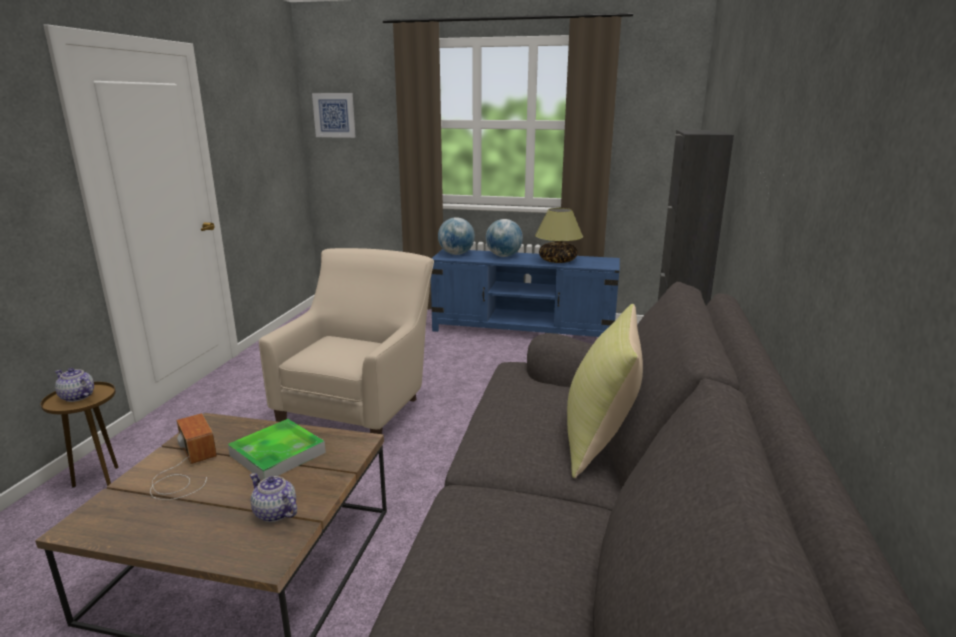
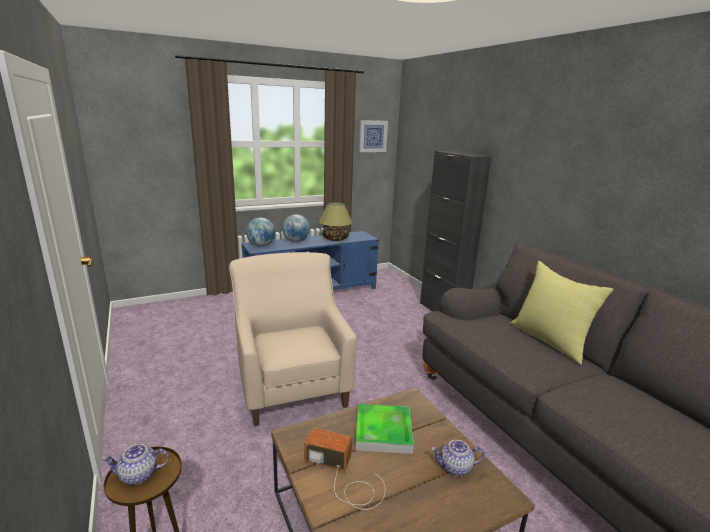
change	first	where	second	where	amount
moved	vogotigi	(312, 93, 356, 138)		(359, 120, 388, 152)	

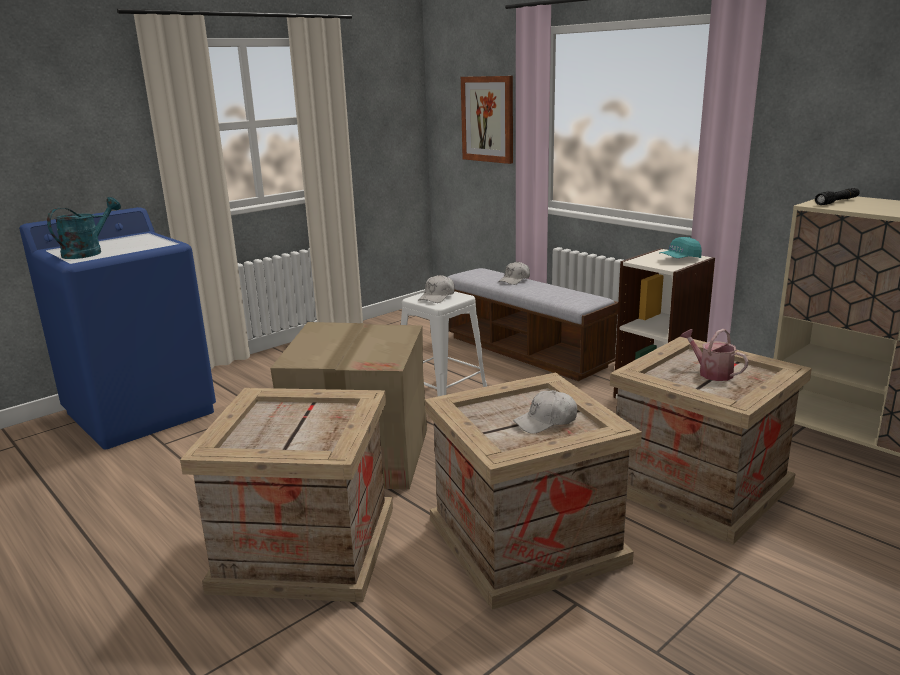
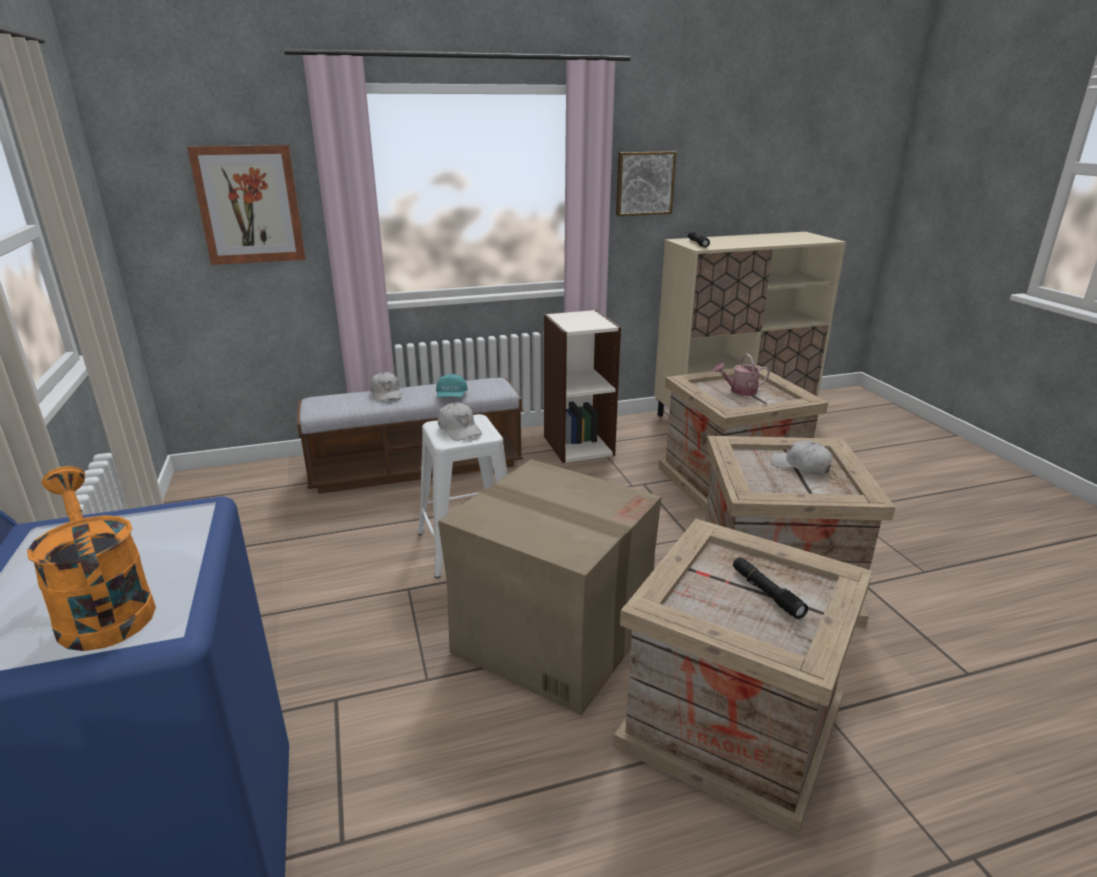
change	first	where	second	where	amount
recoloured	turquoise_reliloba	(47, 197, 121, 259)	orange_reliloba	(27, 466, 156, 651)	
moved	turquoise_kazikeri	(660, 237, 702, 258)		(436, 374, 468, 397)	
added			vogotigi	(616, 151, 677, 216)	
added			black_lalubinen	(733, 557, 808, 619)	
turned	white_kazikeri	(513, 390, 577, 434)		(771, 440, 833, 475)	120 degrees clockwise

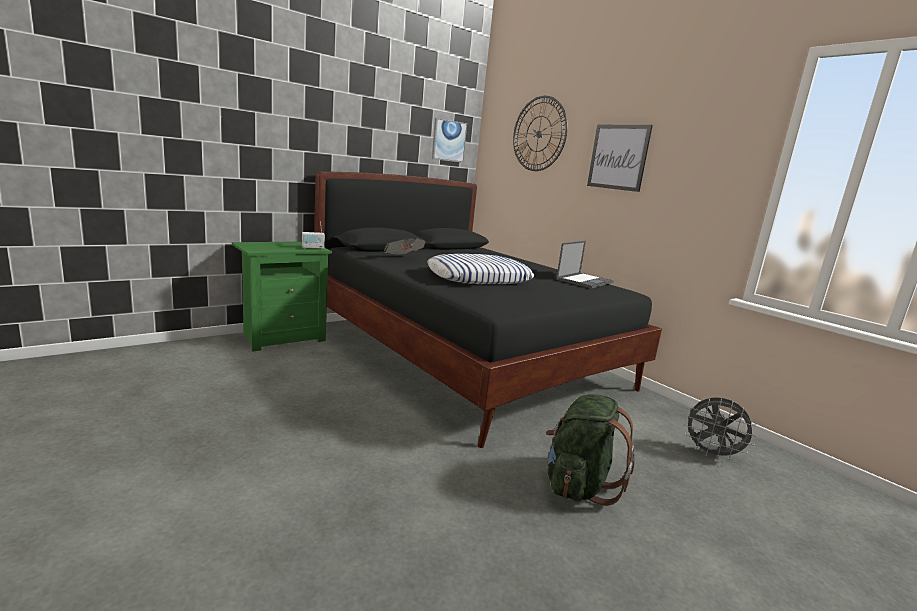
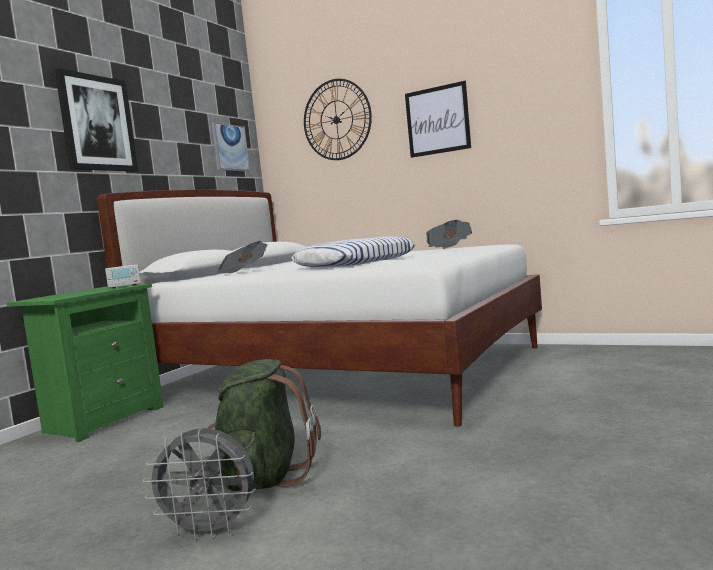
change	first	where	second	where	amount
added			vogotigi	(55, 68, 138, 171)	
recoloured	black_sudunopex	(314, 171, 662, 448)	white_sudunopex	(97, 190, 542, 426)	
moved	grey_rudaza	(683, 398, 757, 460)		(143, 428, 255, 540)	
moved	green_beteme	(546, 394, 635, 506)		(208, 359, 321, 491)	
replaced	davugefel	(556, 241, 614, 289)	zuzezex	(426, 220, 472, 248)	

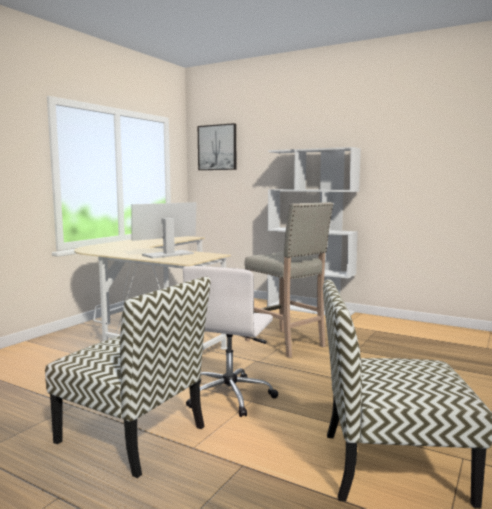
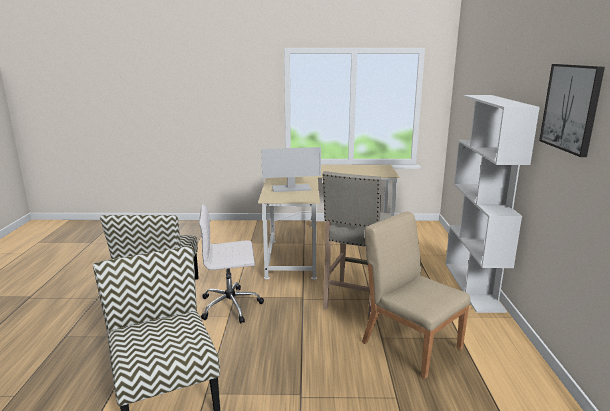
change	first	where	second	where	amount
turned	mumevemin	(131, 202, 197, 259)		(261, 147, 321, 192)	150 degrees clockwise
added			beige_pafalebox	(362, 212, 470, 379)	
moved	vogotigi	(198, 123, 236, 170)		(539, 64, 605, 157)	

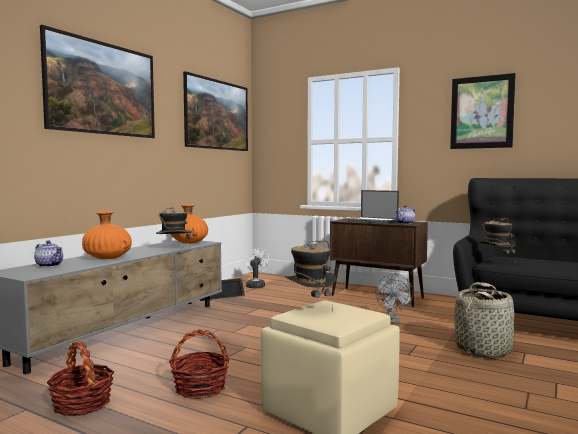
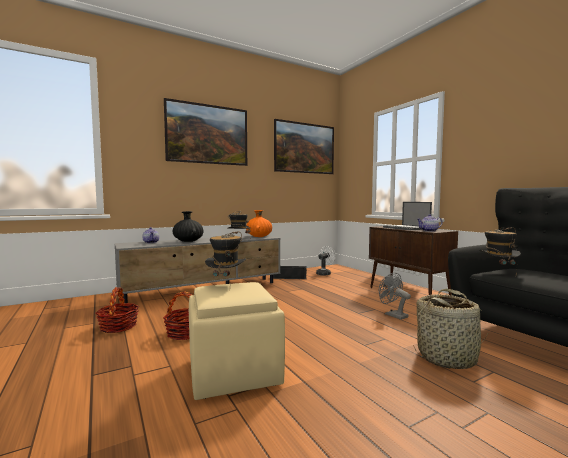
change	first	where	second	where	amount
recoloured	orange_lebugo	(82, 211, 132, 259)	black_lebugo	(173, 211, 203, 242)	
turned	grey_rudaza	(376, 274, 413, 323)		(379, 272, 411, 320)	120 degrees clockwise
removed	vogotigi	(450, 73, 516, 149)			

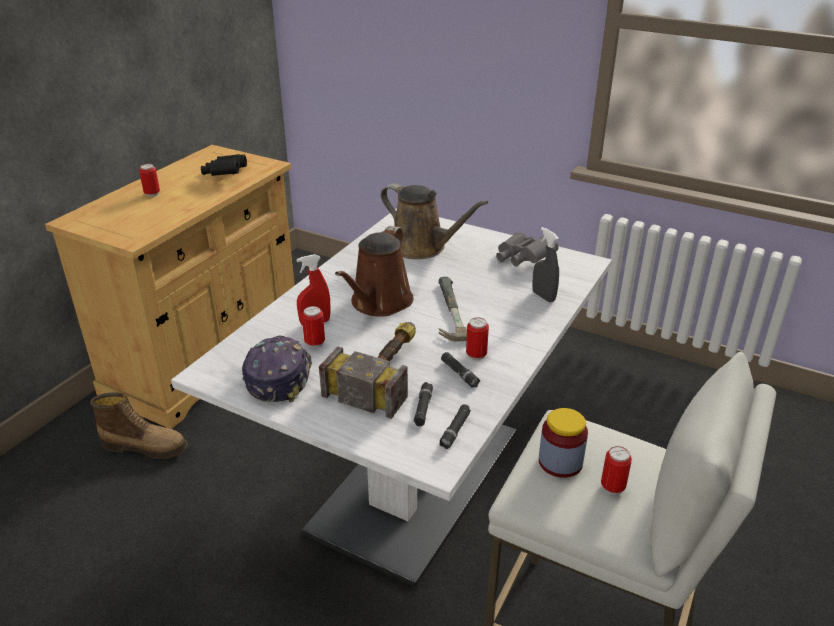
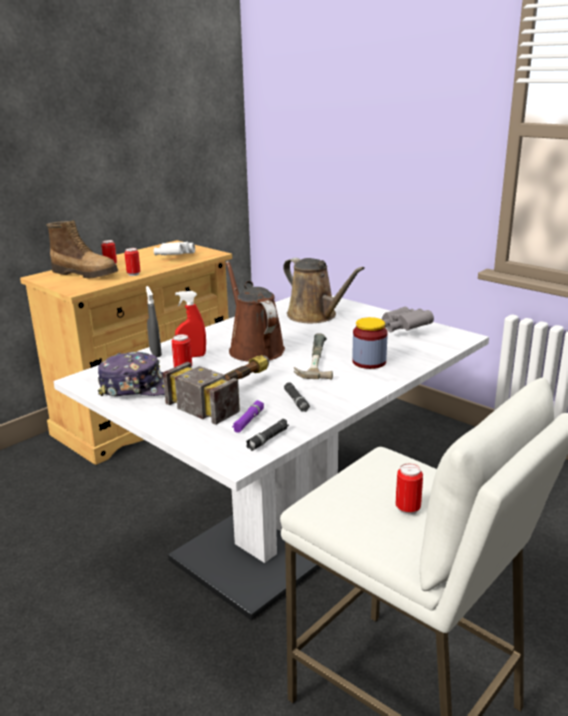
change	first	where	second	where	amount
moved	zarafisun	(90, 392, 188, 459)		(47, 220, 118, 278)	
turned	kazikeri	(242, 336, 312, 402)		(98, 352, 165, 396)	75 degrees clockwise
moved	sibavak	(466, 318, 489, 360)		(124, 248, 140, 276)	
moved	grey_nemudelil	(532, 227, 559, 303)		(146, 286, 162, 357)	
recoloured	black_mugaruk	(201, 154, 247, 176)	white_mugaruk	(154, 242, 195, 256)	
turned	brown_reliloba	(335, 226, 413, 317)		(226, 261, 285, 362)	120 degrees clockwise
recoloured	black_lalubinen	(413, 382, 433, 426)	purple_lalubinen	(232, 400, 264, 433)	
moved	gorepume	(539, 408, 588, 478)		(352, 317, 388, 369)	

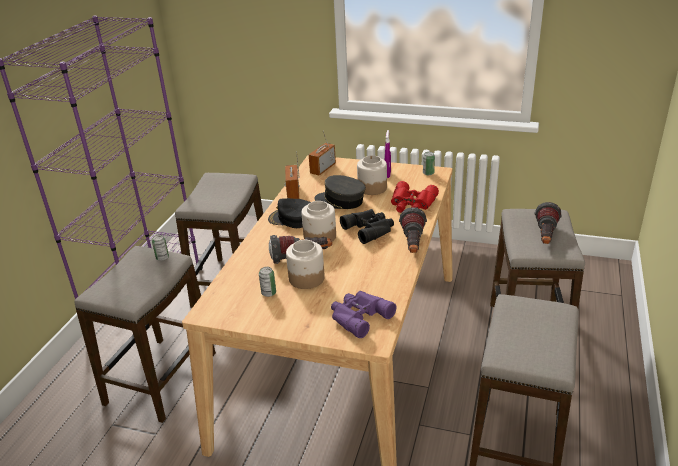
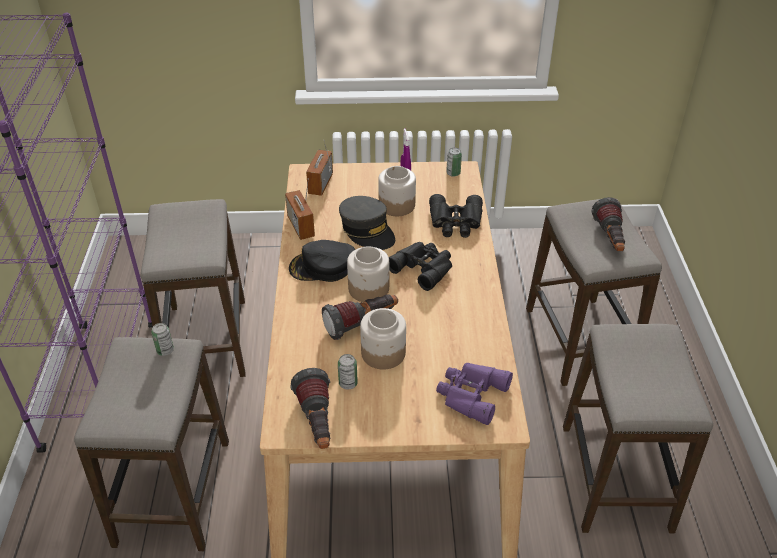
change	first	where	second	where	amount
moved	lalubinen	(399, 207, 427, 253)		(290, 368, 330, 449)	
turned	grey_kazikeri	(314, 175, 366, 209)		(339, 196, 395, 250)	135 degrees counterclockwise
recoloured	red_mugaruk	(391, 181, 439, 213)	black_mugaruk	(429, 194, 483, 238)	

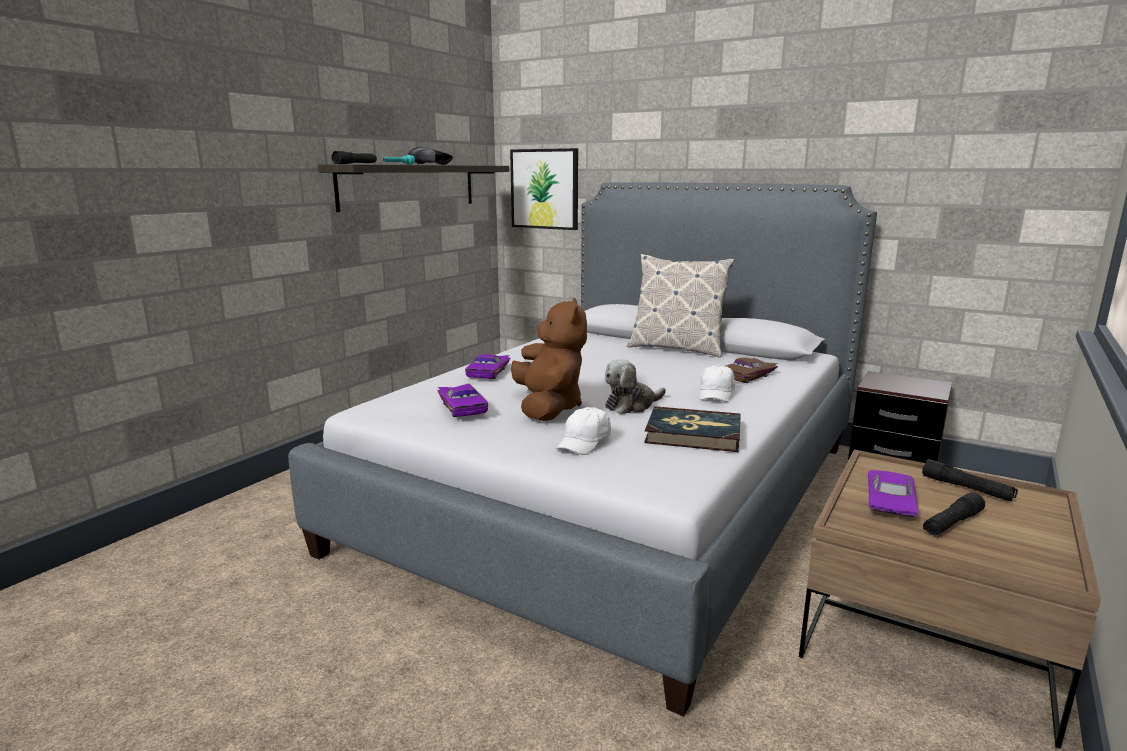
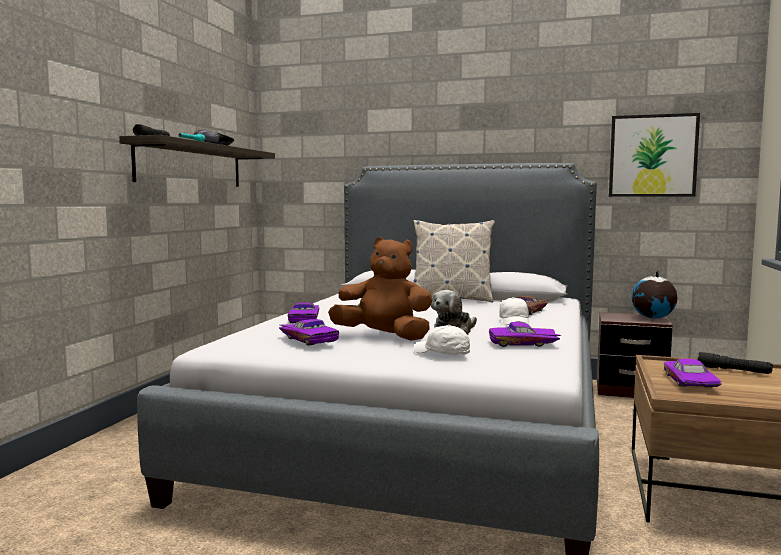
change	first	where	second	where	amount
turned	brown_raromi	(511, 297, 587, 421)		(328, 237, 433, 341)	45 degrees counterclockwise
turned	white_kazikeri	(556, 407, 611, 455)		(414, 325, 470, 355)	120 degrees clockwise
replaced	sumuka	(644, 406, 741, 452)	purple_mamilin	(489, 322, 561, 347)	
moved	vogotigi	(510, 148, 578, 230)		(609, 113, 700, 197)	
added			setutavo	(632, 271, 678, 319)	
removed	black_lalubinen	(923, 492, 985, 535)			

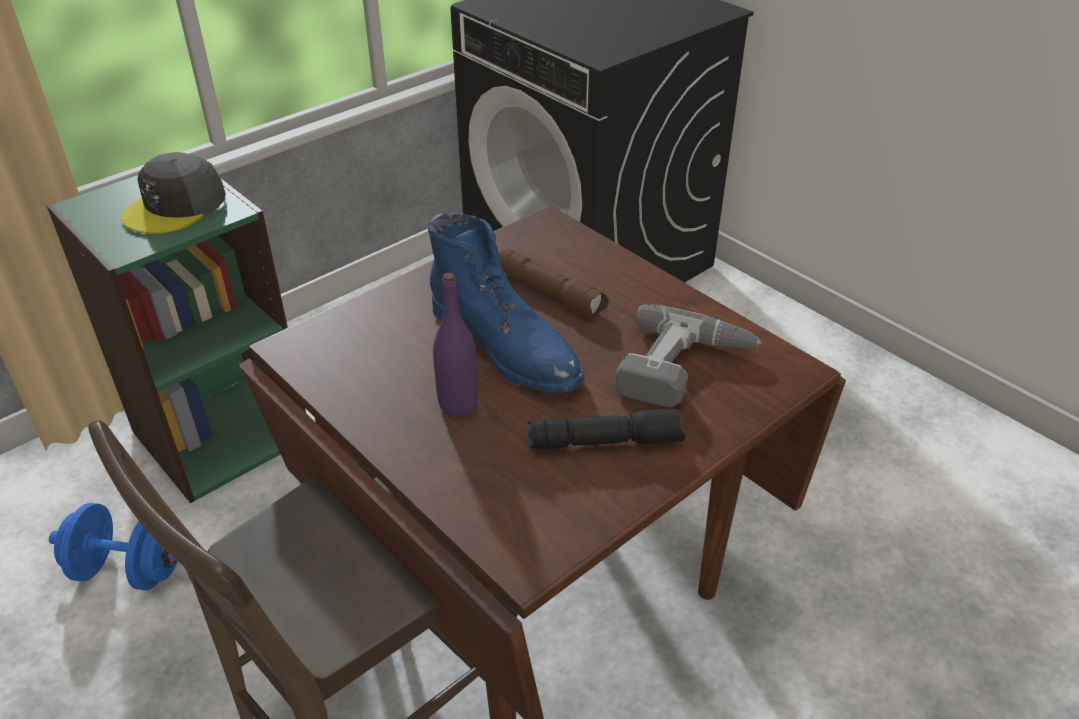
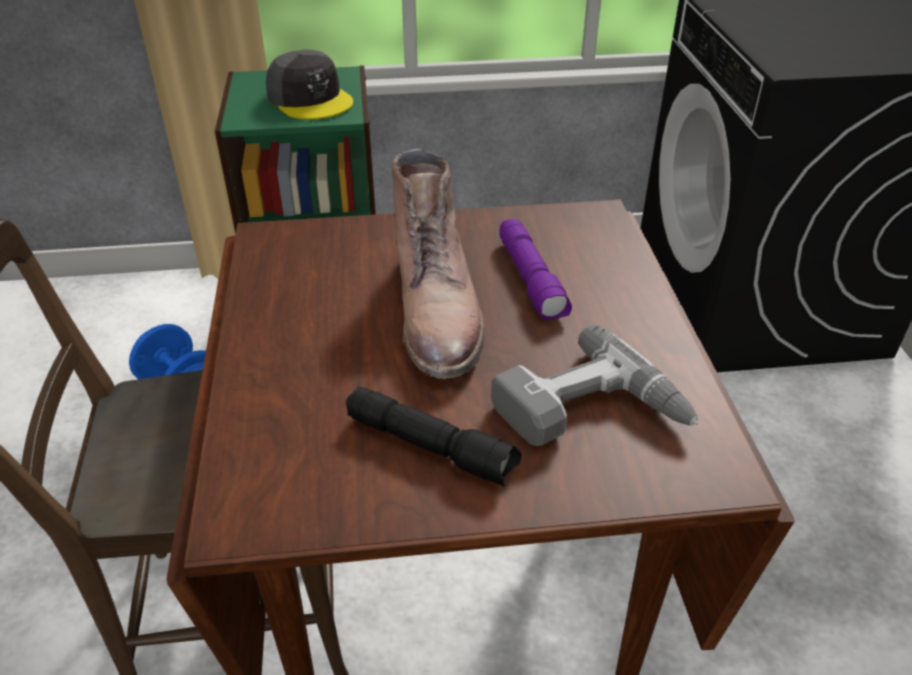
change	first	where	second	where	amount
turned	grey_kazikeri	(121, 152, 226, 234)		(266, 49, 353, 120)	105 degrees counterclockwise
recoloured	blue_zarafisun	(428, 213, 585, 394)	brown_zarafisun	(392, 149, 485, 379)	
recoloured	brown_lalubinen	(498, 248, 609, 319)	purple_lalubinen	(499, 219, 572, 320)	
removed	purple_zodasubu	(433, 273, 478, 416)			

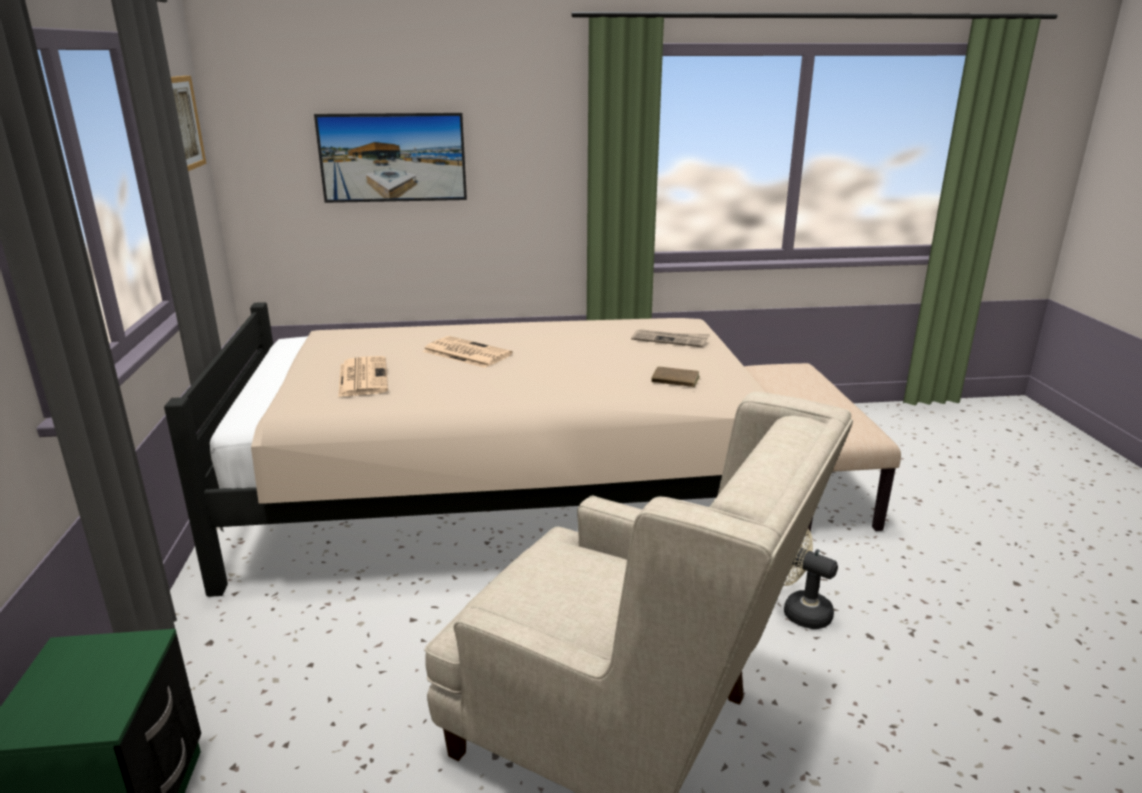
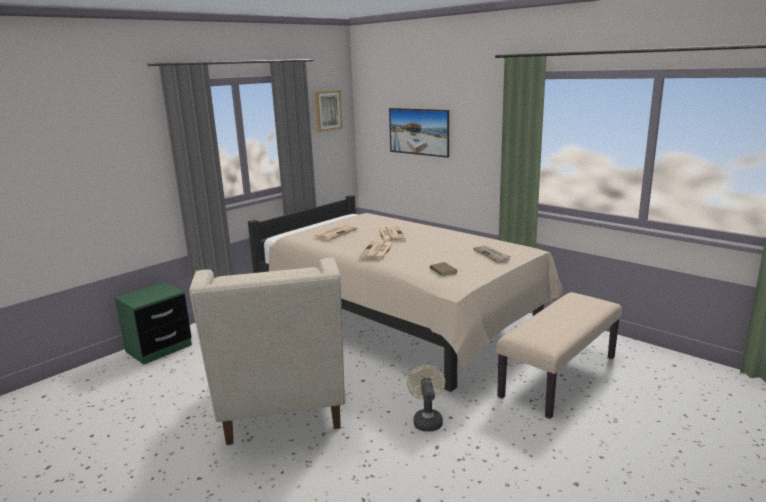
change	first	where	second	where	amount
added			zuzezex	(359, 241, 394, 259)	

